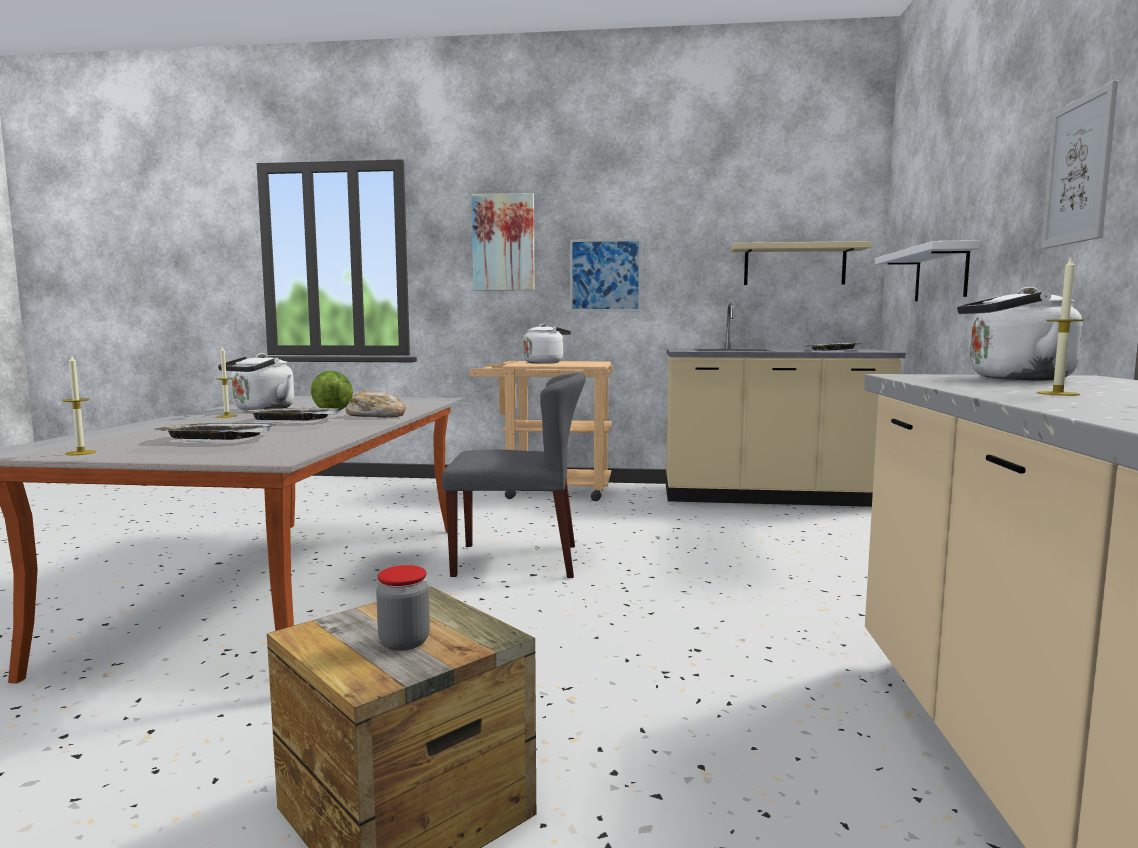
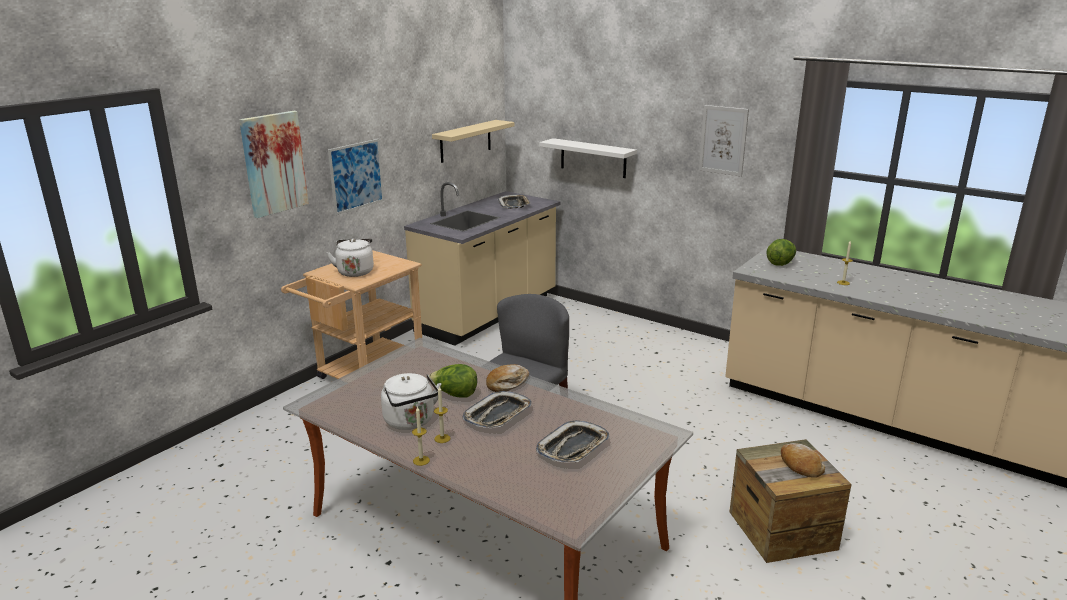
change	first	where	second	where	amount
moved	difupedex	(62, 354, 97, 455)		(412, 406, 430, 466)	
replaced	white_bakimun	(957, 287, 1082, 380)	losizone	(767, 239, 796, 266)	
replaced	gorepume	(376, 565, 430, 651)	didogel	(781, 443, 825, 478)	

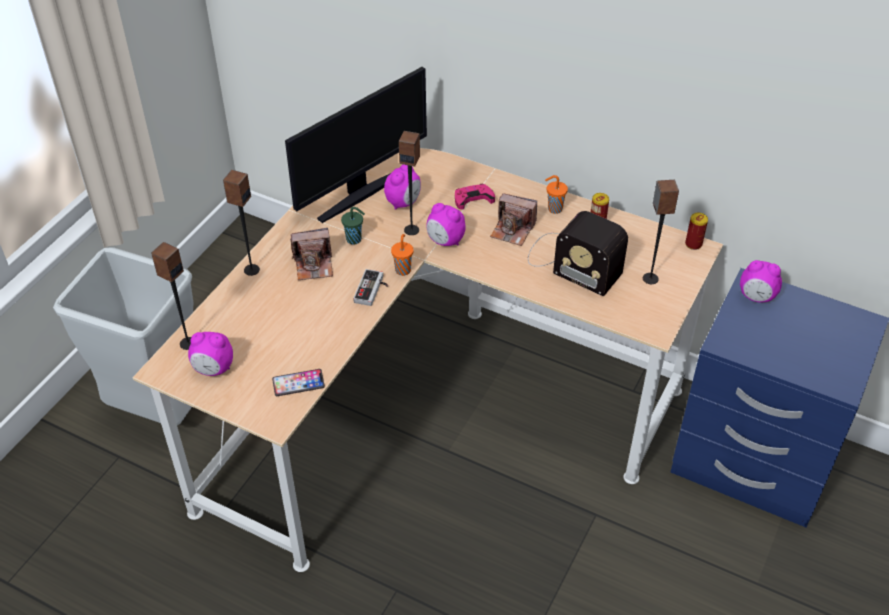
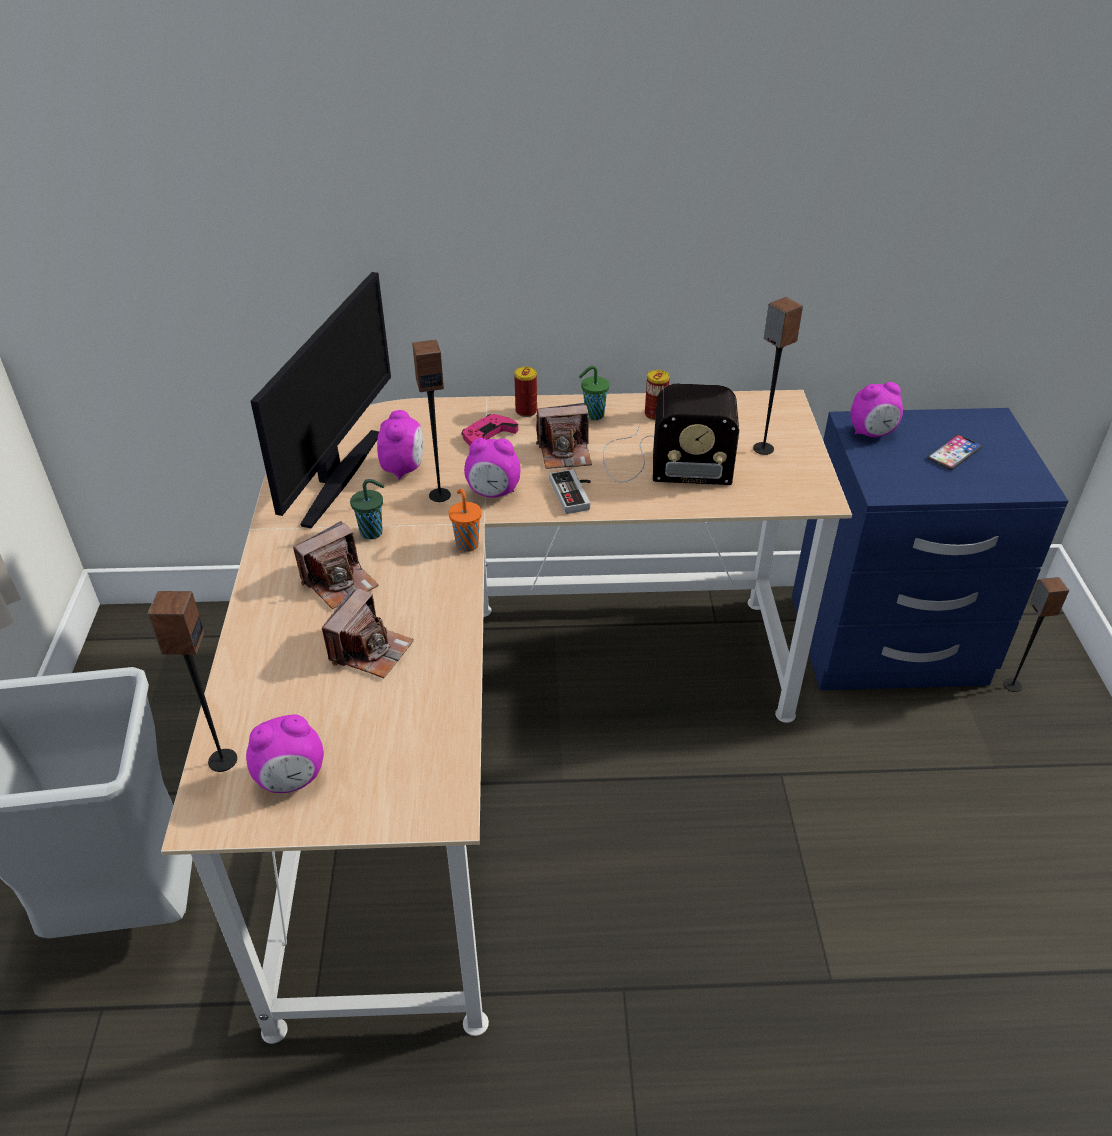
change	first	where	second	where	amount
added			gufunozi	(322, 587, 414, 678)	
moved	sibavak	(685, 213, 708, 250)		(514, 367, 537, 417)	
moved	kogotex	(353, 269, 388, 306)		(549, 469, 591, 514)	
recoloured	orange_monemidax	(545, 175, 568, 214)	green_monemidax	(579, 366, 610, 420)	
moved	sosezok	(272, 369, 325, 396)		(927, 435, 982, 470)	
moved	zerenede	(223, 170, 260, 276)		(1003, 577, 1069, 692)	

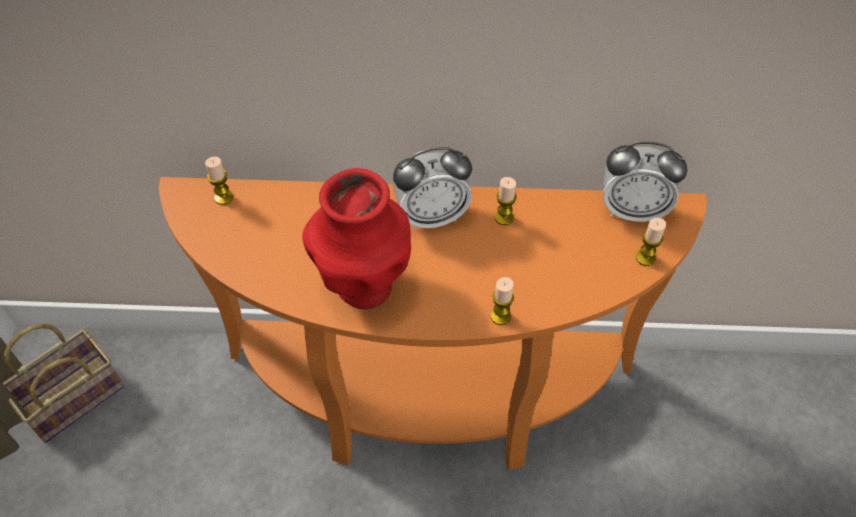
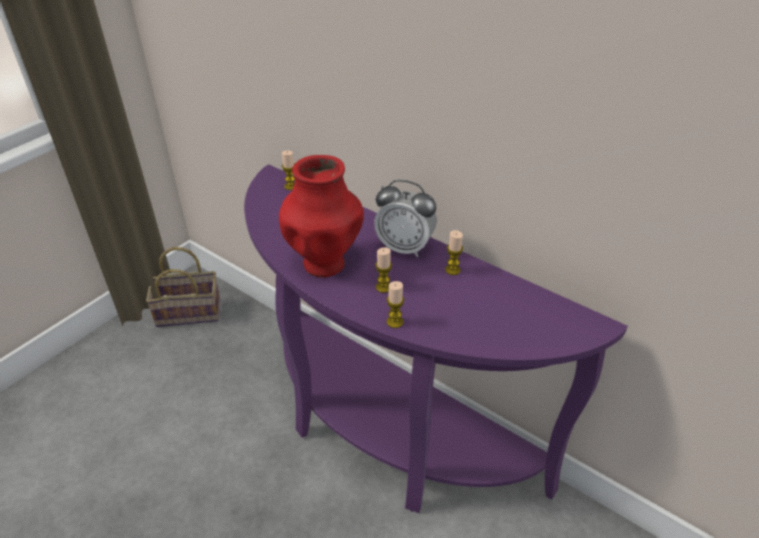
change	first	where	second	where	amount
recoloured	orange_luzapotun	(159, 177, 707, 470)	purple_luzapotun	(244, 164, 628, 513)	
moved	difupedex	(636, 218, 666, 266)		(375, 247, 392, 293)	
removed	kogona	(603, 142, 688, 222)			

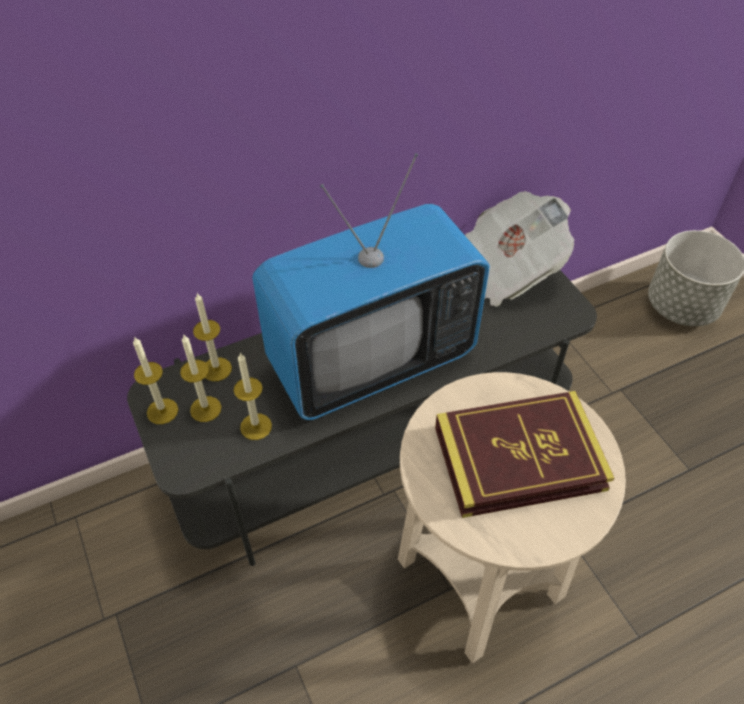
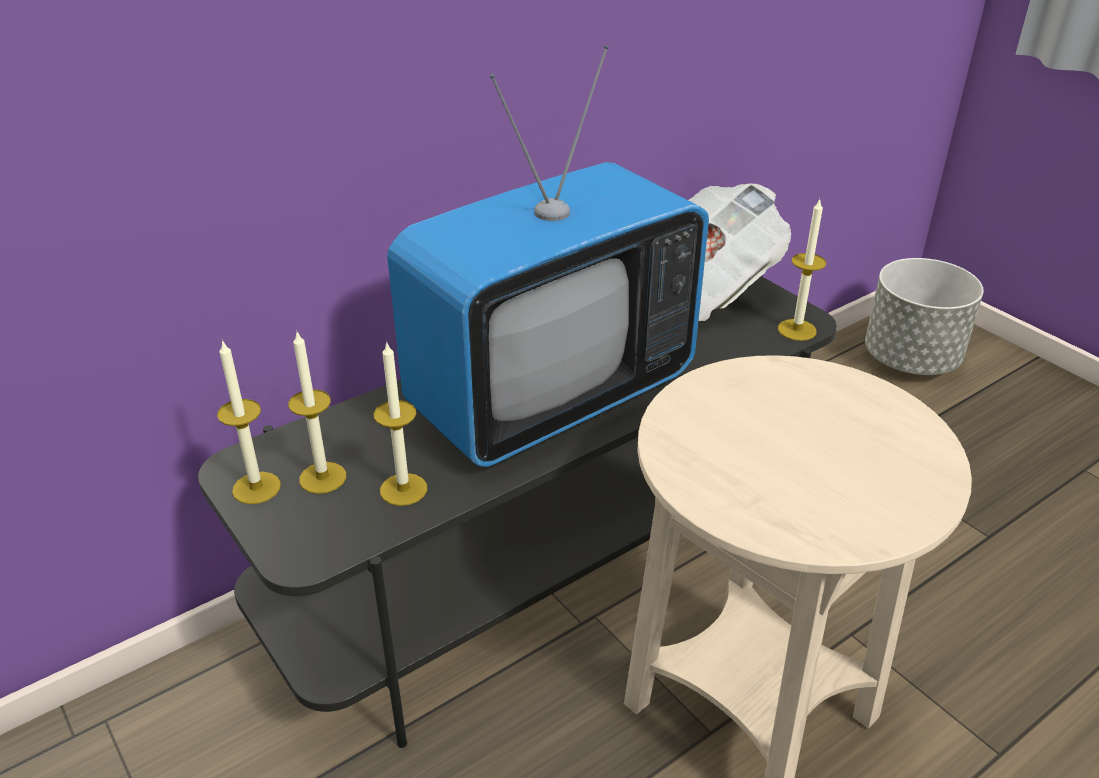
change	first	where	second	where	amount
moved	difupedex	(193, 293, 232, 381)		(778, 199, 826, 341)	
removed	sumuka	(435, 391, 614, 518)			

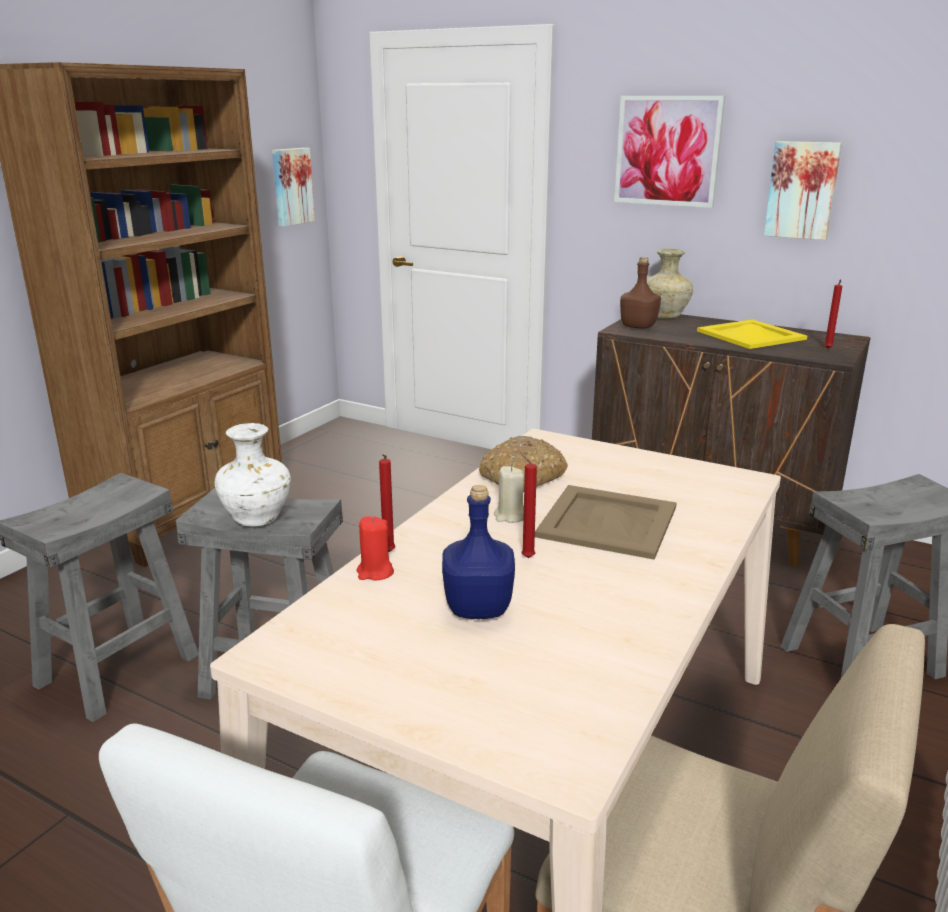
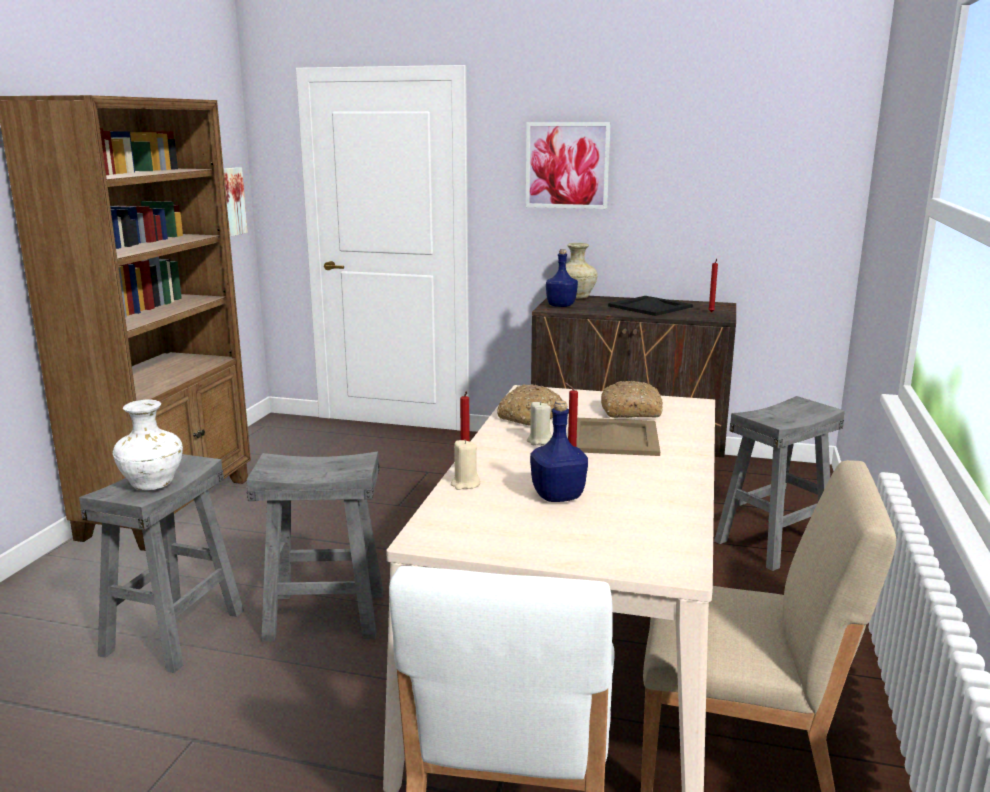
change	first	where	second	where	amount
moved	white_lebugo	(215, 423, 291, 526)		(113, 399, 183, 490)	
recoloured	red_difupedex	(356, 516, 394, 581)	beige_difupedex	(451, 440, 481, 490)	
recoloured	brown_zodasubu	(620, 257, 661, 329)	blue_zodasubu	(546, 249, 578, 307)	
added			didogel	(601, 380, 663, 418)	
recoloured	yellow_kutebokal	(697, 319, 807, 349)	black_kutebokal	(608, 296, 693, 316)	
removed	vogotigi	(764, 141, 842, 240)			

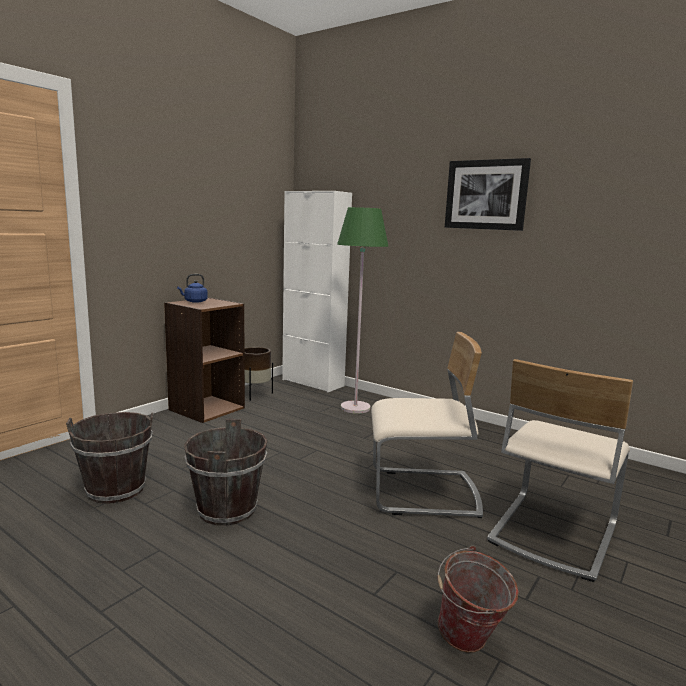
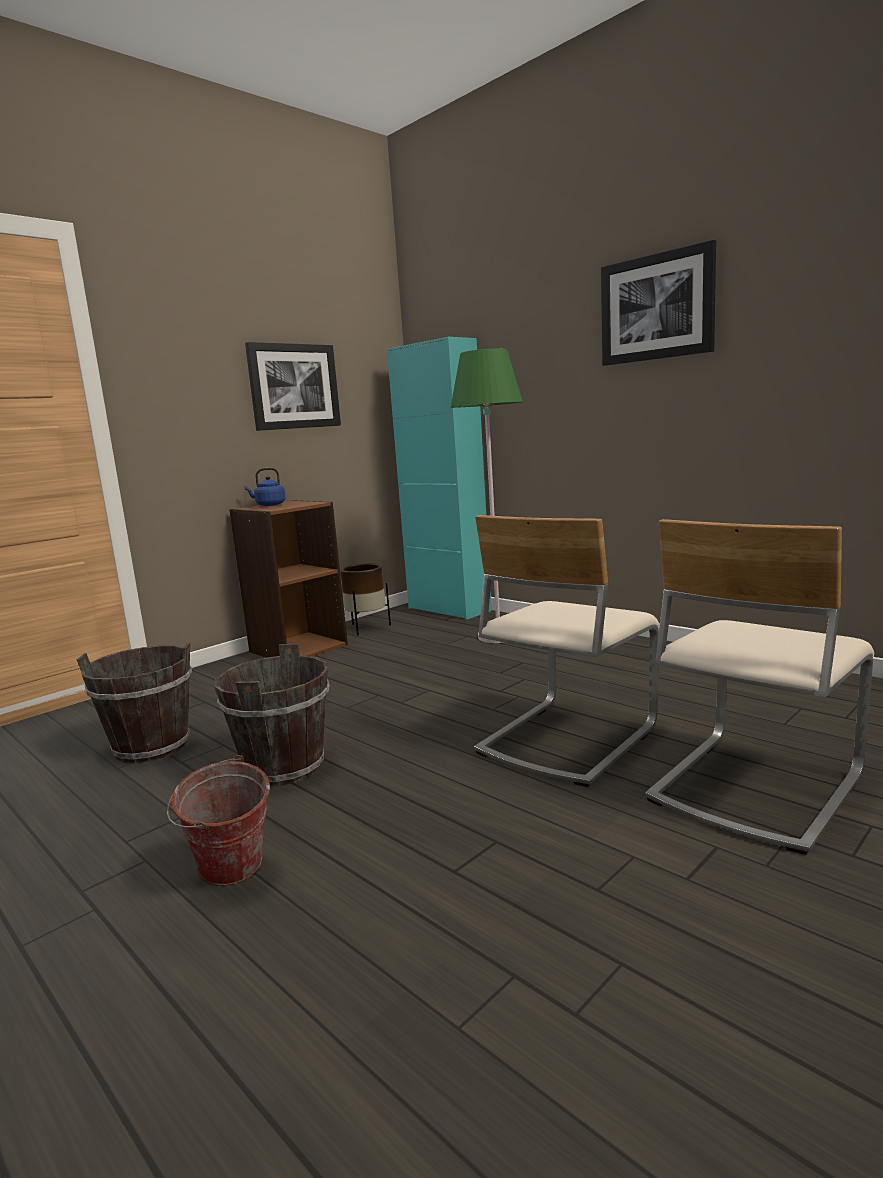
change	first	where	second	where	amount
moved	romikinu	(438, 546, 519, 653)		(167, 755, 270, 886)	
added			vogotigi	(245, 342, 341, 431)	
recoloured	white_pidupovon	(282, 191, 352, 392)	turquoise_pidupovon	(387, 337, 492, 620)	
turned	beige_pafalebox	(371, 332, 483, 518)		(474, 515, 659, 787)	120 degrees clockwise

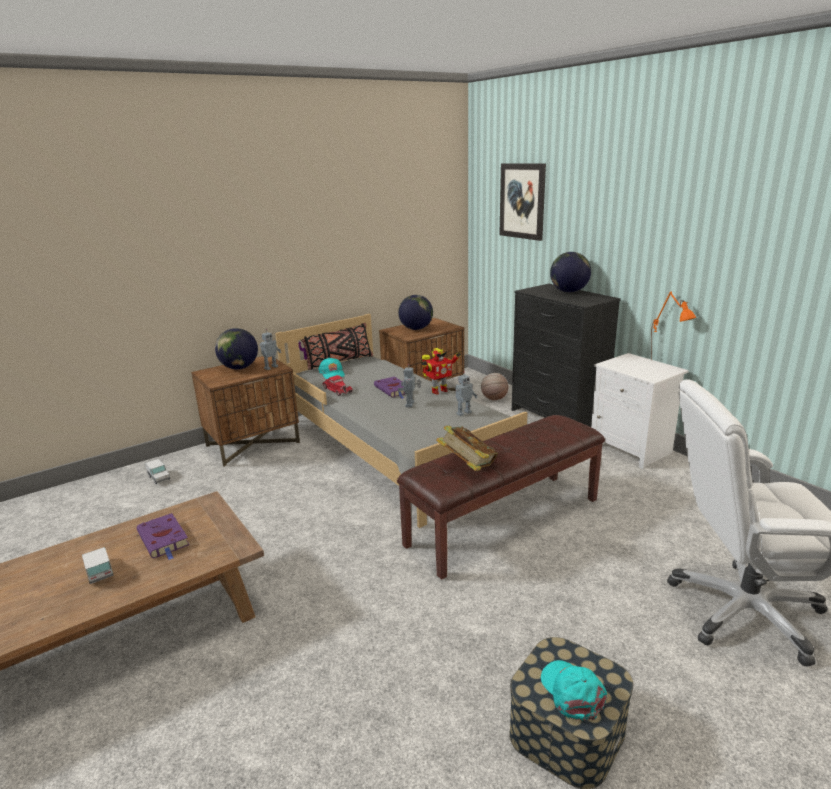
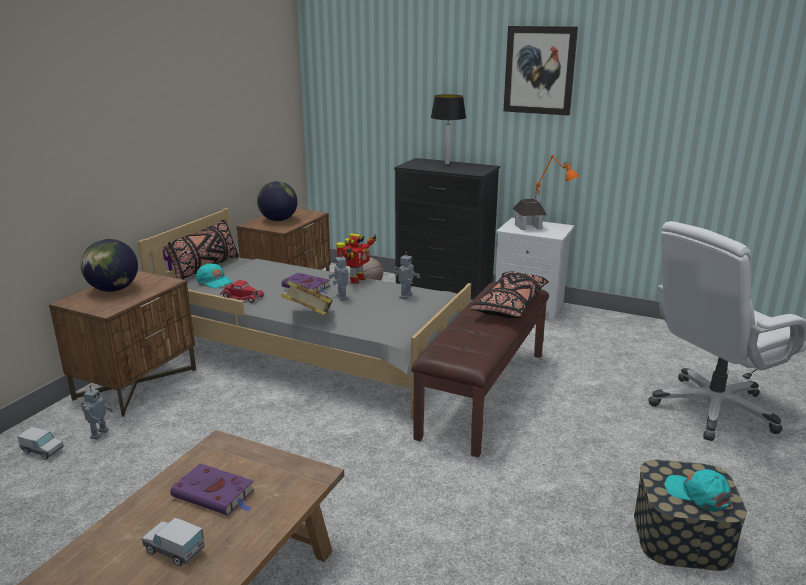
change	first	where	second	where	amount
moved	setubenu	(259, 329, 281, 370)		(81, 386, 114, 440)	
moved	sumuka	(436, 426, 498, 471)		(281, 281, 333, 316)	
replaced	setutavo	(550, 252, 591, 292)	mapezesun	(431, 94, 466, 165)	
added			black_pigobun	(471, 271, 549, 318)	
moved	vogotigi	(499, 163, 546, 241)		(504, 26, 578, 115)	
added			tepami	(513, 199, 547, 230)	

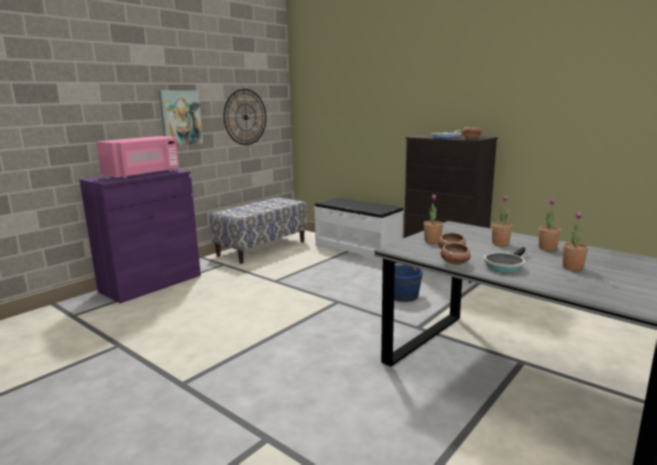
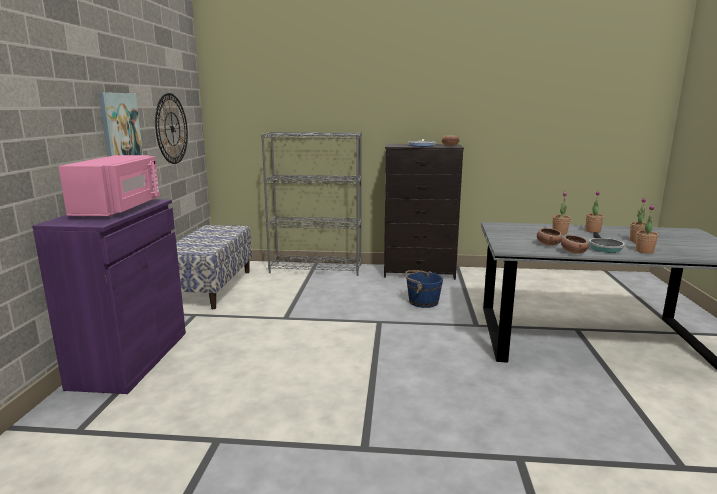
change	first	where	second	where	amount
replaced	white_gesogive	(314, 197, 403, 262)	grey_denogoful	(261, 132, 362, 276)	
moved	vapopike	(424, 195, 443, 243)		(636, 204, 659, 254)	

